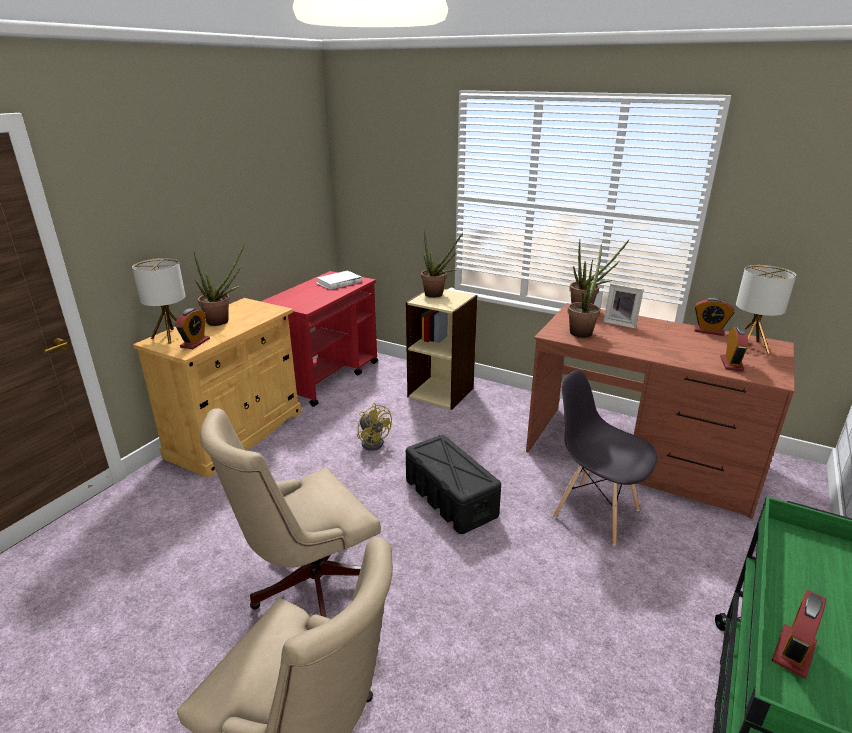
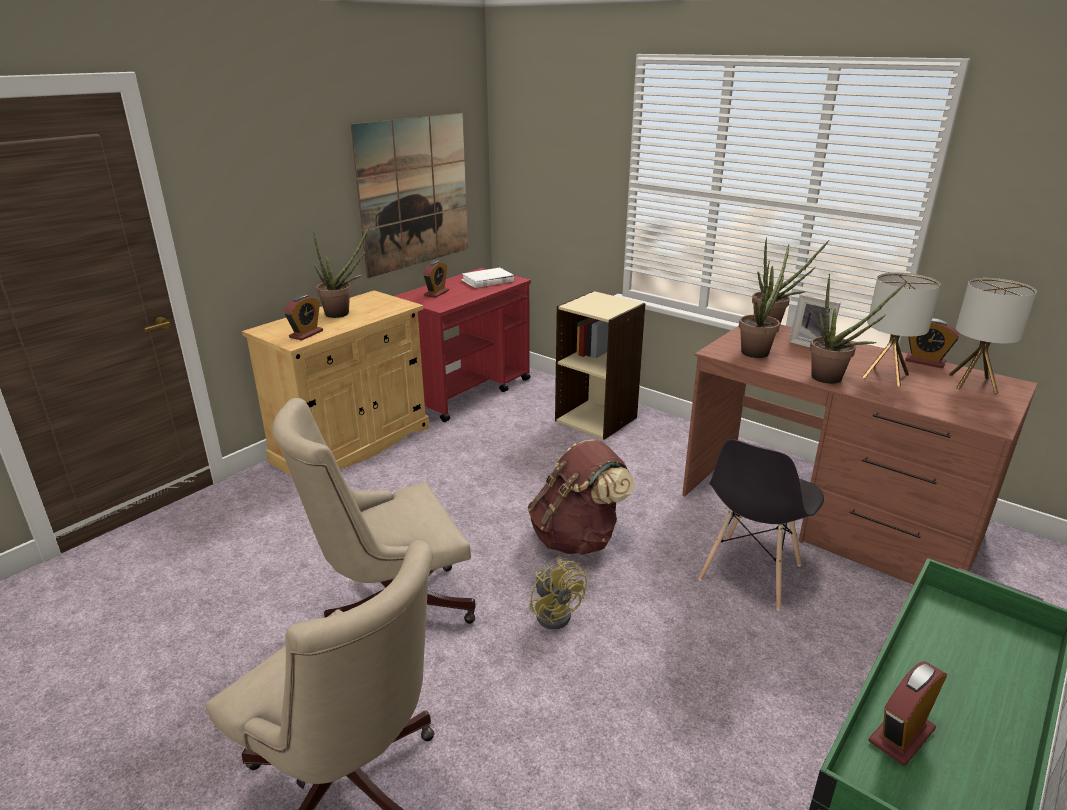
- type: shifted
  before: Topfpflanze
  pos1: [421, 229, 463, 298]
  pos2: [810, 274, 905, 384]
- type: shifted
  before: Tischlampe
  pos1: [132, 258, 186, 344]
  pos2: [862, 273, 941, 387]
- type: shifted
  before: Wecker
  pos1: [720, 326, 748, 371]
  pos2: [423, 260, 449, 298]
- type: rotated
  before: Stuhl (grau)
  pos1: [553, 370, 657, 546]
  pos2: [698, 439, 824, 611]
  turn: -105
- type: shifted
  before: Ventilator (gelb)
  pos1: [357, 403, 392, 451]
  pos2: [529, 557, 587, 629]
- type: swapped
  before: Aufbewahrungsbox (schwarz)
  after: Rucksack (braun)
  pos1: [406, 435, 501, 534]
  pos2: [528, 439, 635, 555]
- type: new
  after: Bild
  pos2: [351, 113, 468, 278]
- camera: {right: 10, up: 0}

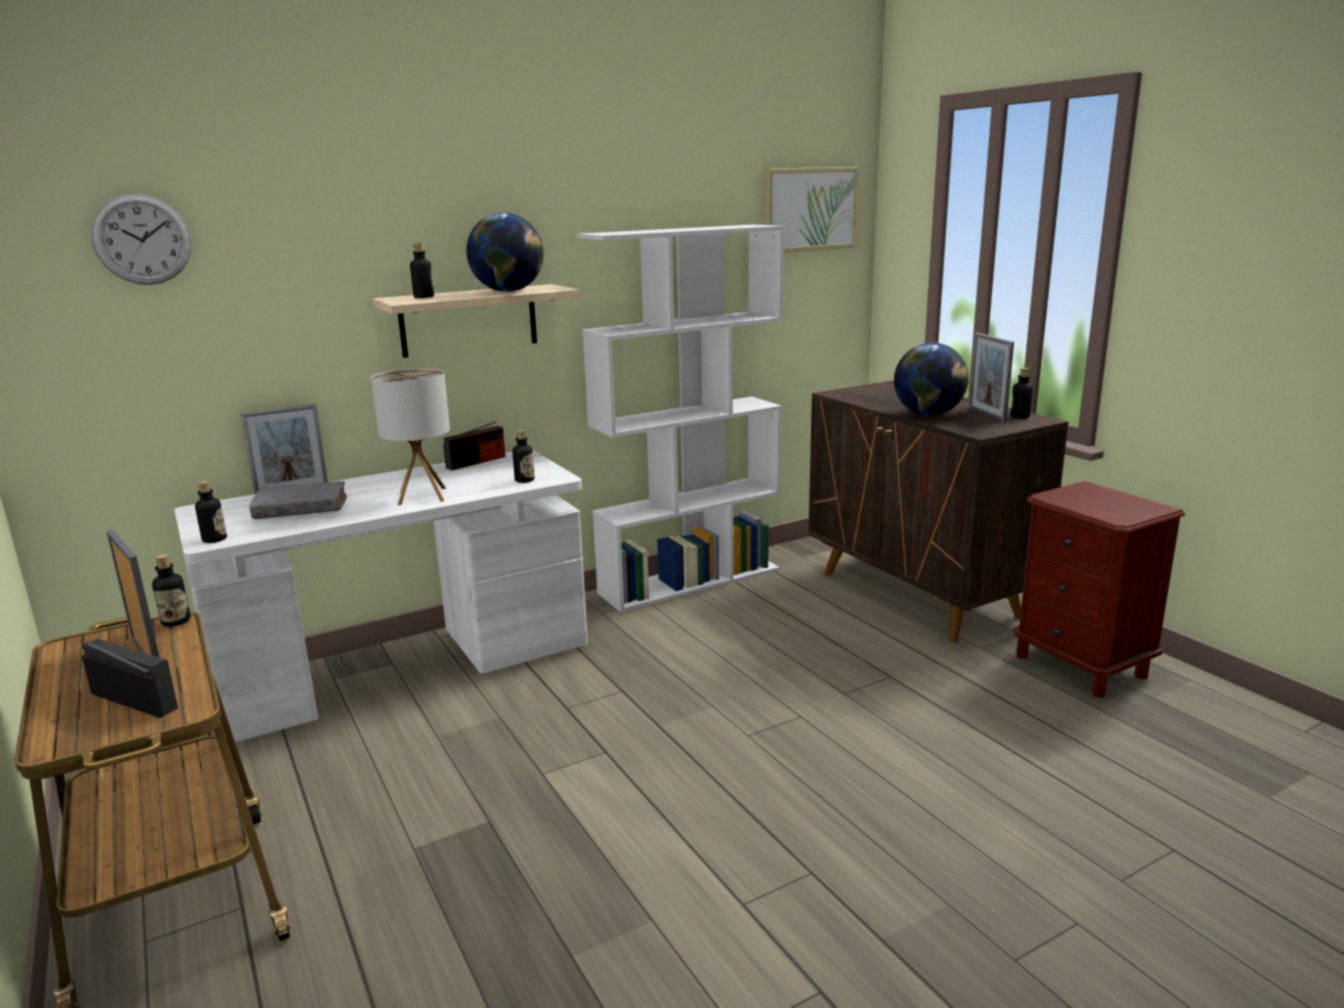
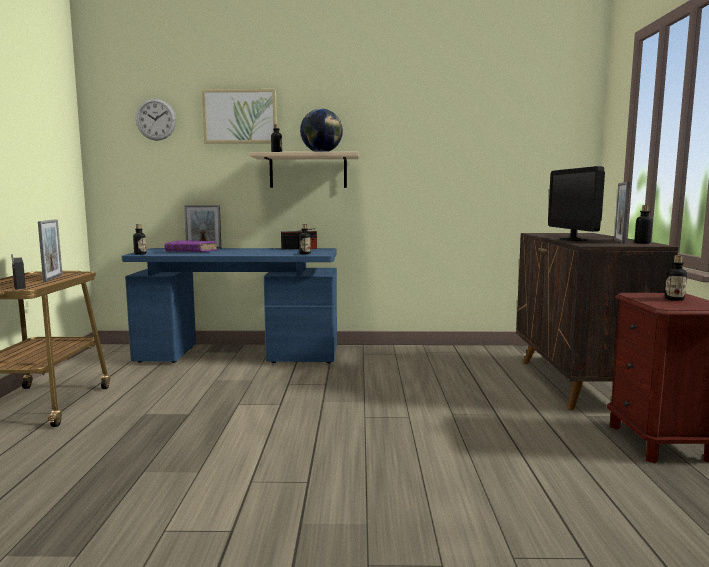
- type: shifted
  before: Bild
  pos1: [765, 167, 859, 253]
  pos2: [202, 89, 277, 144]
- type: gone
  before: Bücherregal (weiß)
  pos1: [577, 225, 784, 612]
- type: swapped
  before: Globus
  after: Monitor
  pos1: [894, 343, 969, 416]
  pos2: [548, 166, 605, 241]
- type: gone
  before: Tischlampe
  pos1: [371, 368, 450, 505]
- type: repainted
  before: Schreibtisch (weiß)
  after: Schreibtisch (blau)
  pos1: [174, 450, 588, 742]
  pos2: [122, 248, 337, 363]
- type: repainted
  before: Buch (grau)
  after: Buch (lila)
  pos1: [249, 481, 347, 519]
  pos2: [164, 240, 217, 252]
- type: shifted
  before: Flasche
  pos1: [152, 554, 191, 627]
  pos2: [665, 255, 687, 301]
- camera: {right: 30, up: -10}

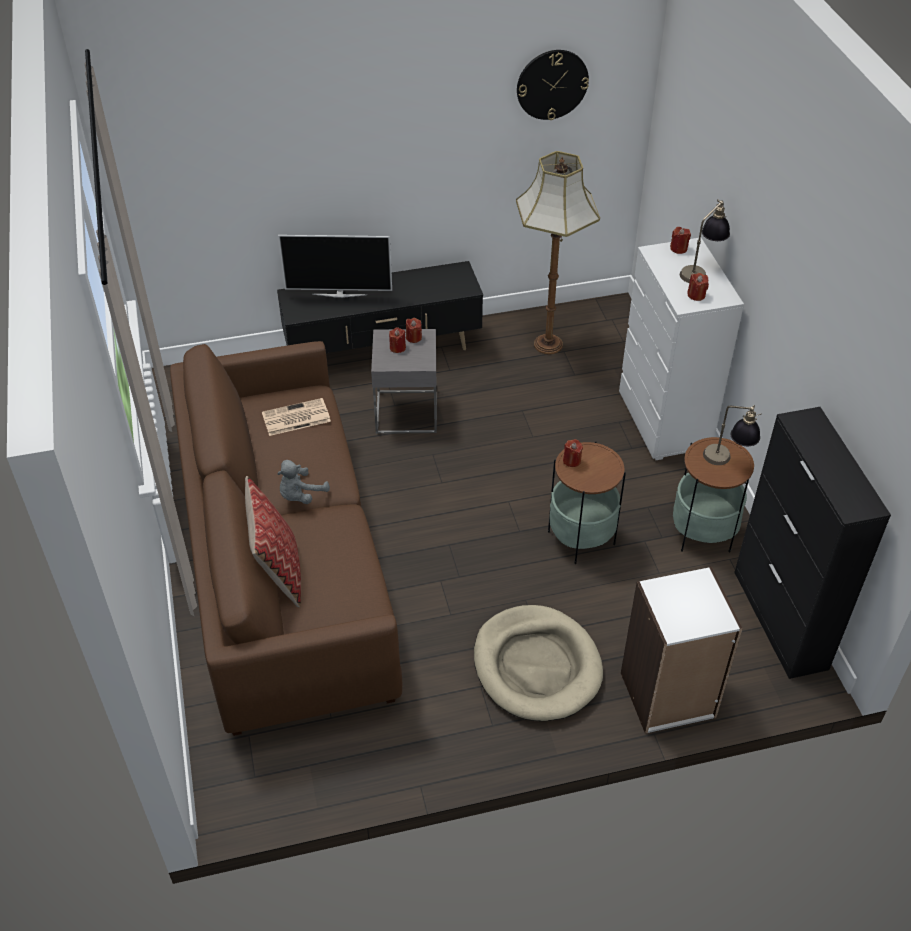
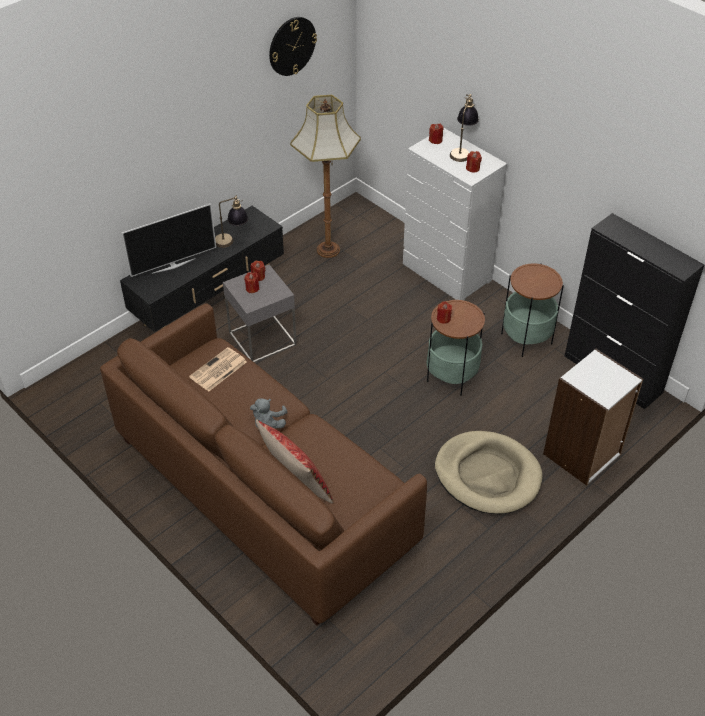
- type: shifted
  before: Tischlampe
  pos1: [703, 405, 761, 465]
  pos2: [215, 195, 248, 248]
- camera: {right: -30, up: 0}

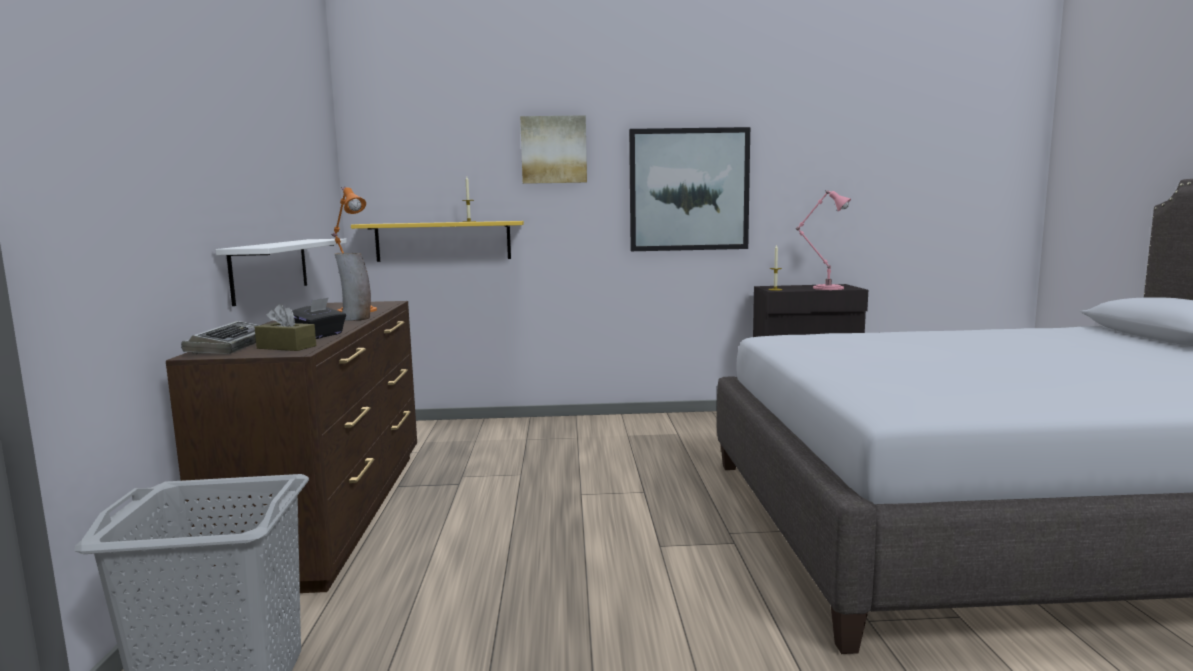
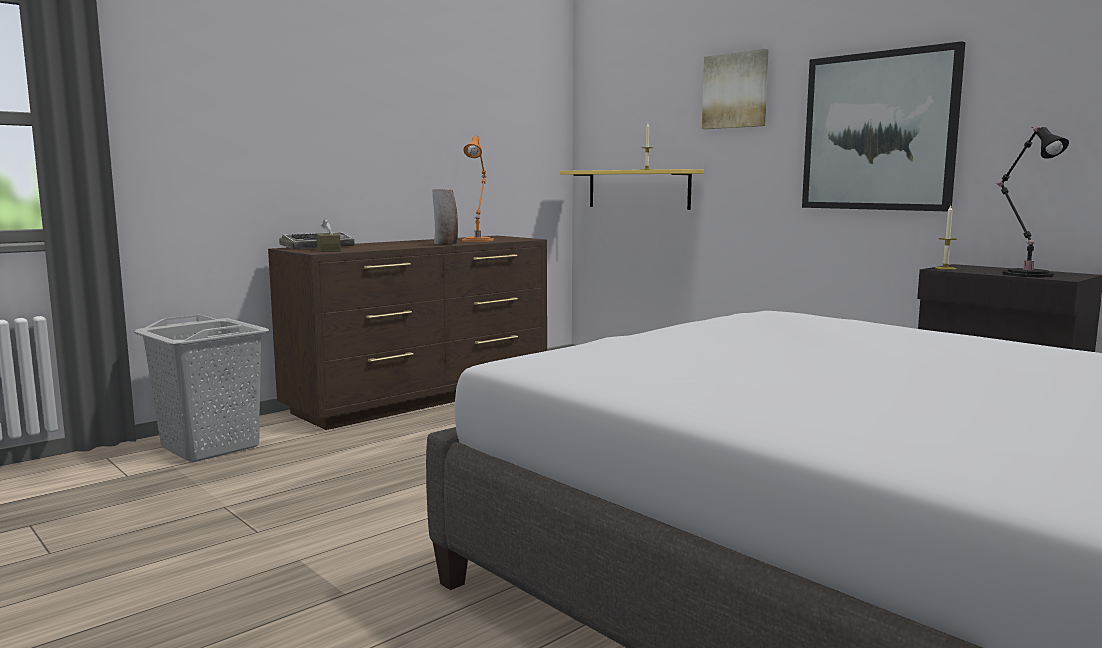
- type: repainted
  before: Tischlampe (rosa)
  after: Tischlampe (schwarz)
  pos1: [795, 190, 851, 290]
  pos2: [997, 126, 1069, 277]
- type: gone
  before: Wandregal (weiß)
  pos1: [216, 239, 347, 306]
- type: gone
  before: Taschentuchbox (schwarz)
  pos1: [292, 297, 346, 339]
- camera: {right: 50, up: 0}

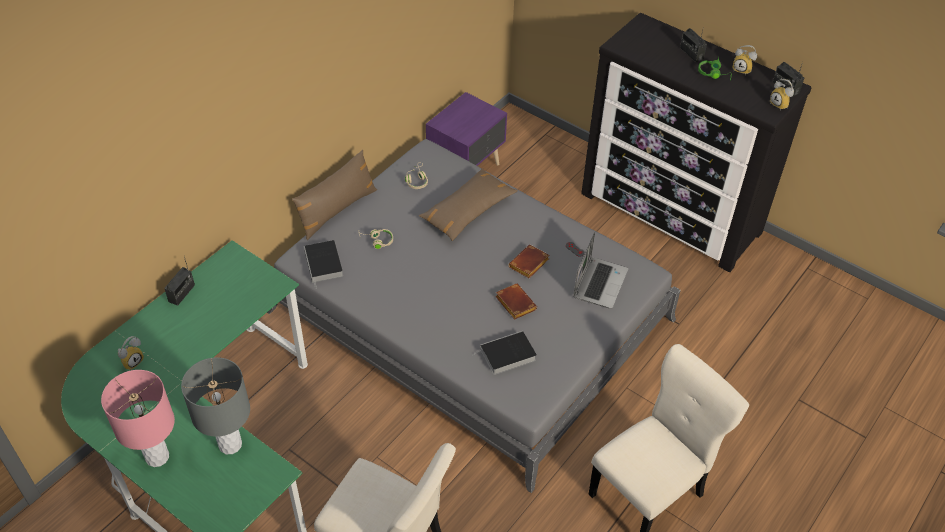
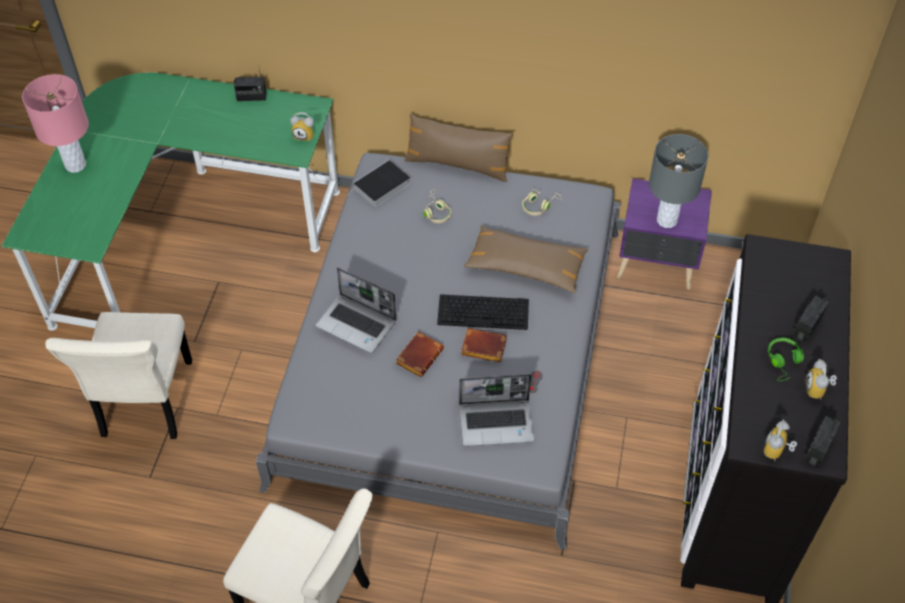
- type: gone
  before: Buch
  pos1: [473, 331, 537, 375]
- type: shifted
  before: Wecker
  pos1: [118, 336, 144, 370]
  pos2: [290, 112, 314, 142]
- type: shifted
  before: Tischlampe (grau)
  pos1: [181, 357, 250, 454]
  pos2: [649, 134, 708, 228]
- type: new
  after: Laptop
  pos2: [316, 267, 396, 353]
- type: new
  after: Tastatur
  pos2: [437, 294, 529, 330]
- camera: {right: 65, up: 5}

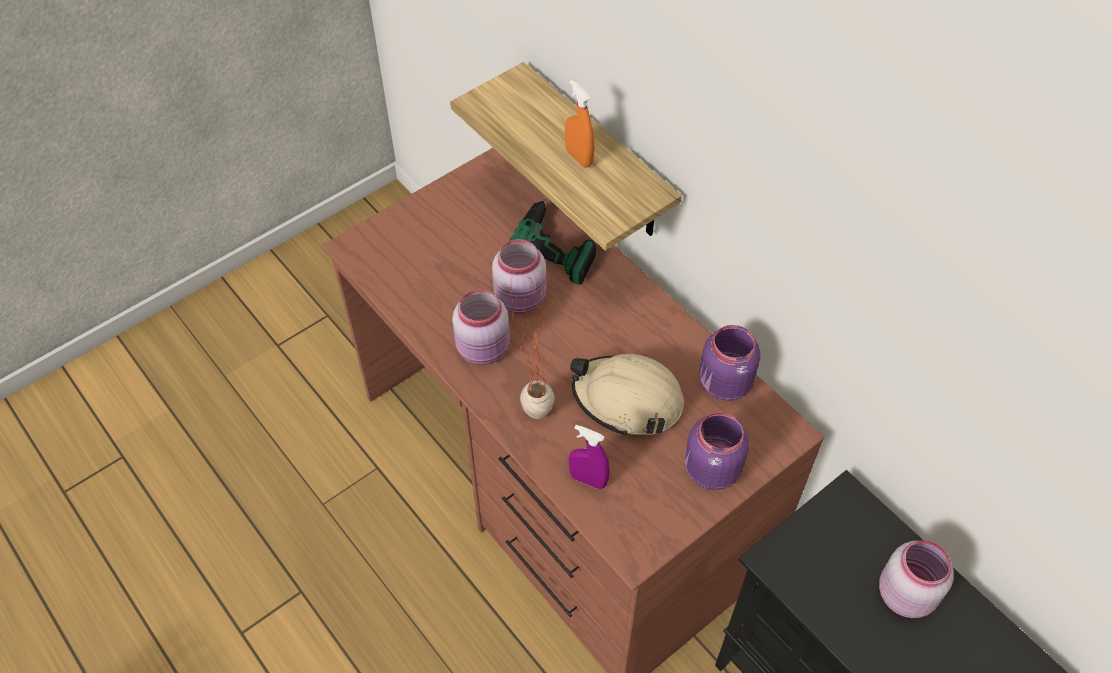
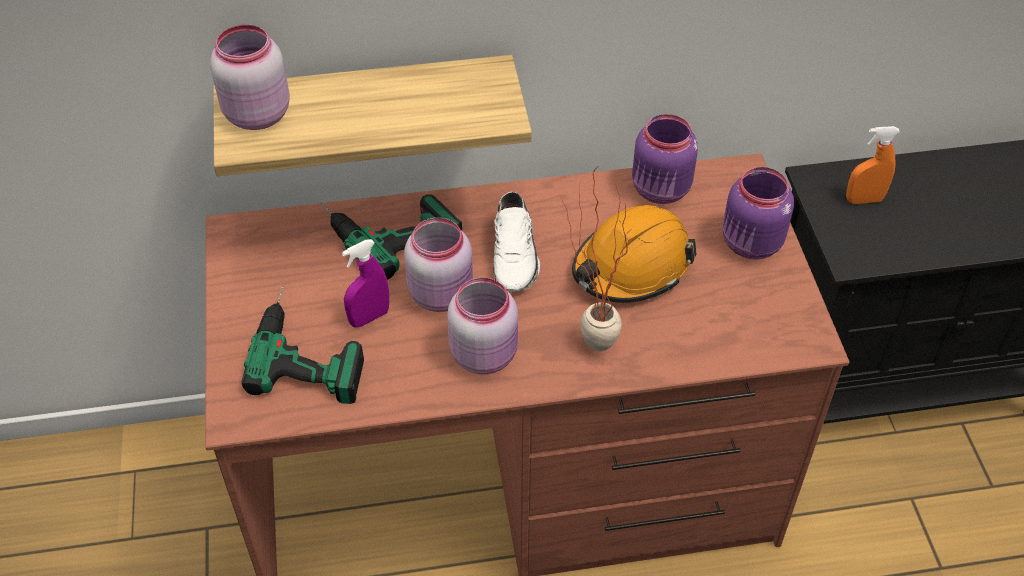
- type: shifted
  before: Sprühflasche (orange)
  pos1: [565, 80, 595, 168]
  pos2: [846, 126, 900, 204]
- type: repainted
  before: Schutzhelm (beige)
  after: Schutzhelm (orange)
  pos1: [570, 354, 684, 435]
  pos2: [572, 205, 696, 303]
- type: shifted
  before: Sprühflasche (lila)
  pos1: [569, 425, 610, 489]
  pos2: [342, 239, 389, 328]
- type: shifted
  before: Vorratsglas (rosa)
  pos1: [879, 540, 954, 618]
  pos2: [210, 24, 290, 130]
- type: new
  after: Schuh (weiß)
  pos2: [493, 192, 540, 291]
- type: new
  after: Bohrmaschine
  pos2: [241, 286, 364, 404]
- camera: {right: -60, up: -5}

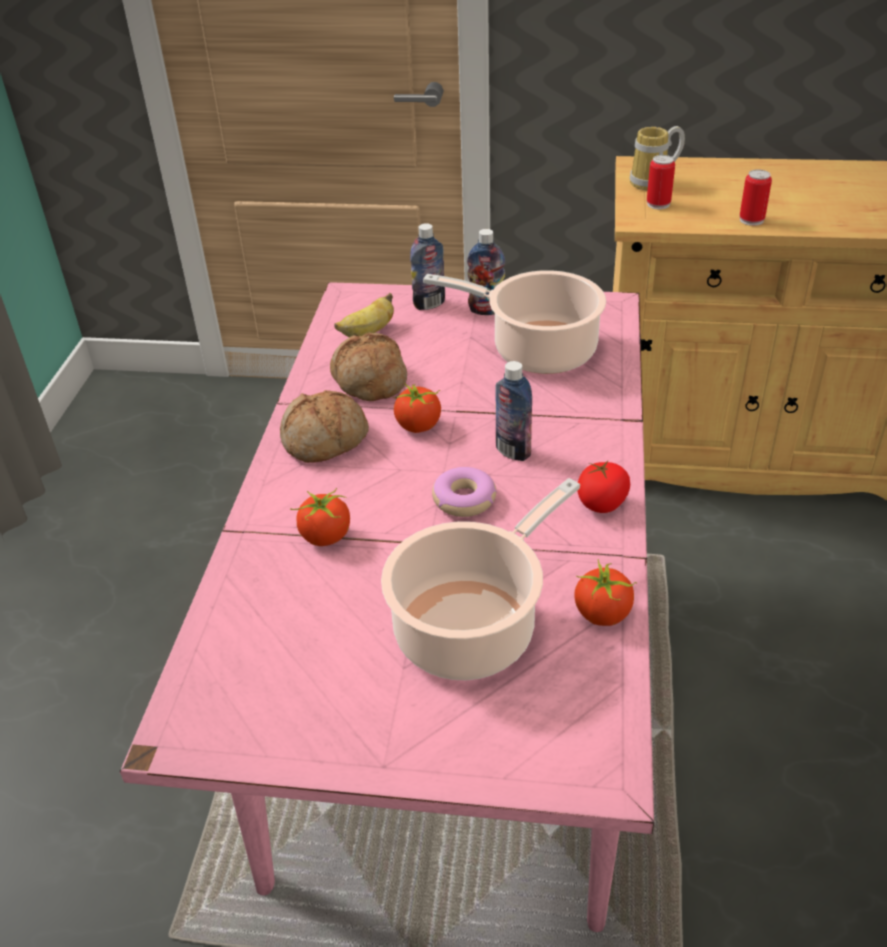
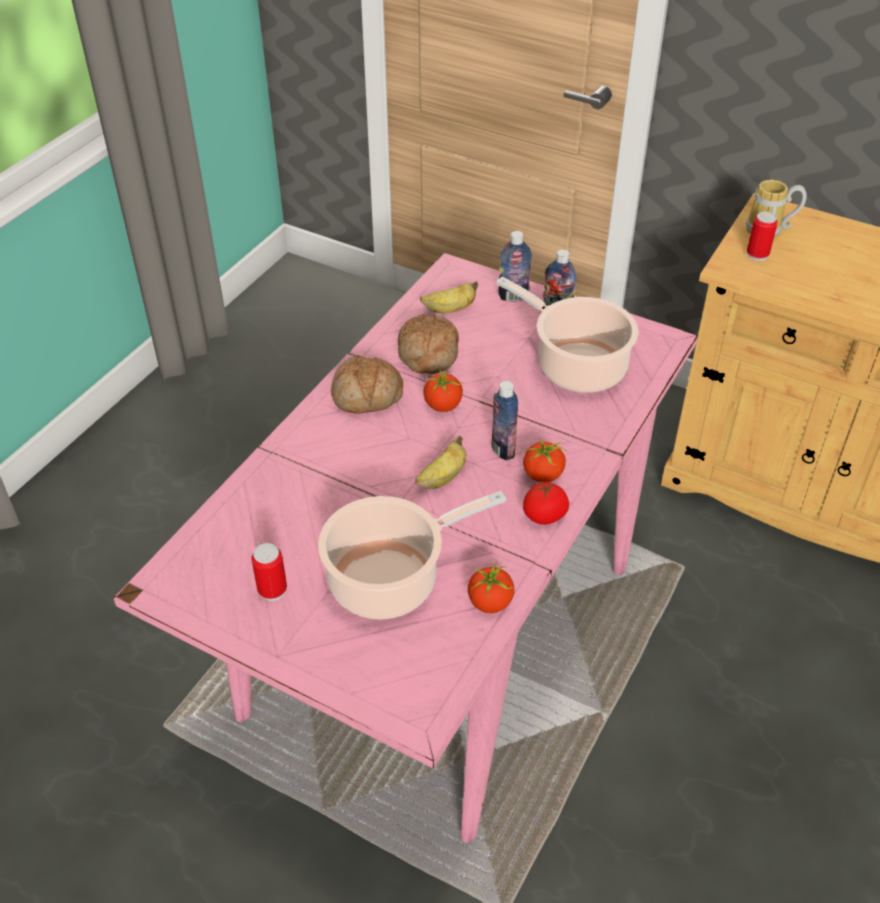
- type: shifted
  before: Dose
  pos1: [740, 169, 772, 226]
  pos2: [251, 543, 287, 601]
- type: swapped
  before: Donut
  after: Banane
  pos1: [432, 467, 497, 517]
  pos2: [415, 436, 466, 489]
- type: shifted
  before: Tomate
  pos1: [291, 488, 350, 546]
  pos2: [522, 438, 567, 482]
- camera: {right: 20, up: 5}

